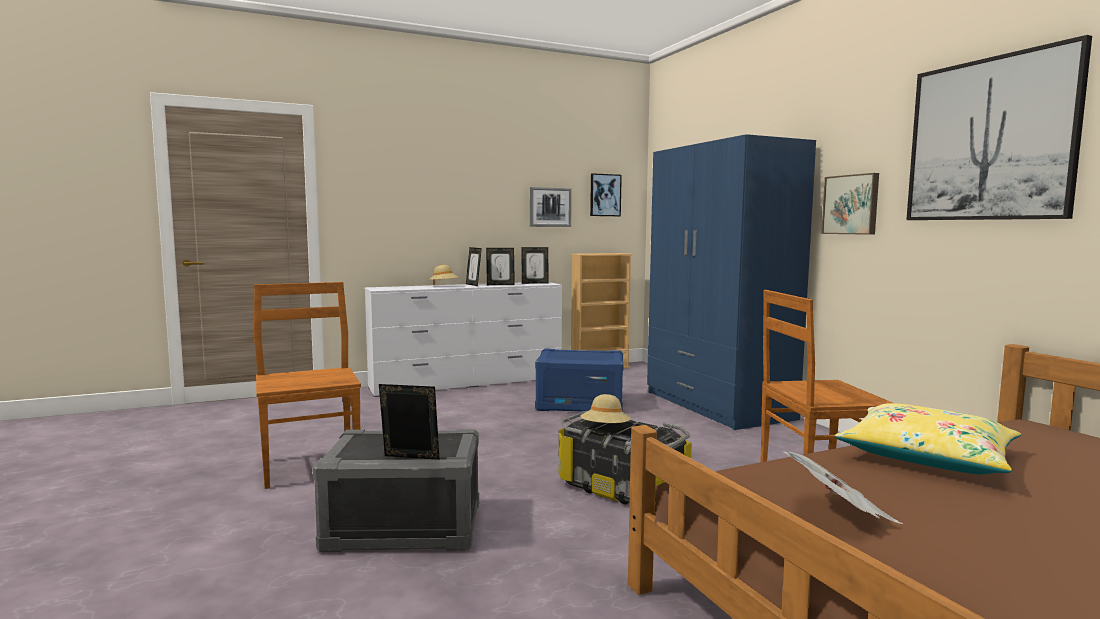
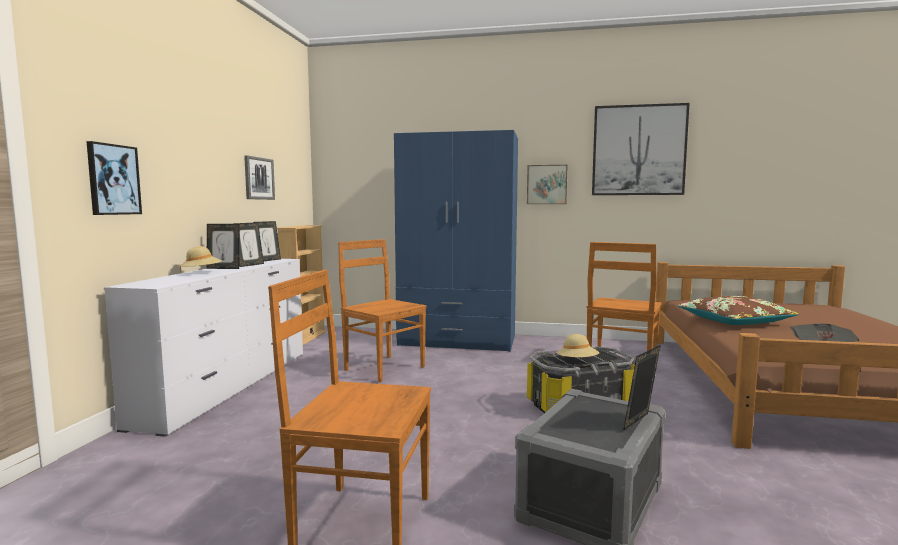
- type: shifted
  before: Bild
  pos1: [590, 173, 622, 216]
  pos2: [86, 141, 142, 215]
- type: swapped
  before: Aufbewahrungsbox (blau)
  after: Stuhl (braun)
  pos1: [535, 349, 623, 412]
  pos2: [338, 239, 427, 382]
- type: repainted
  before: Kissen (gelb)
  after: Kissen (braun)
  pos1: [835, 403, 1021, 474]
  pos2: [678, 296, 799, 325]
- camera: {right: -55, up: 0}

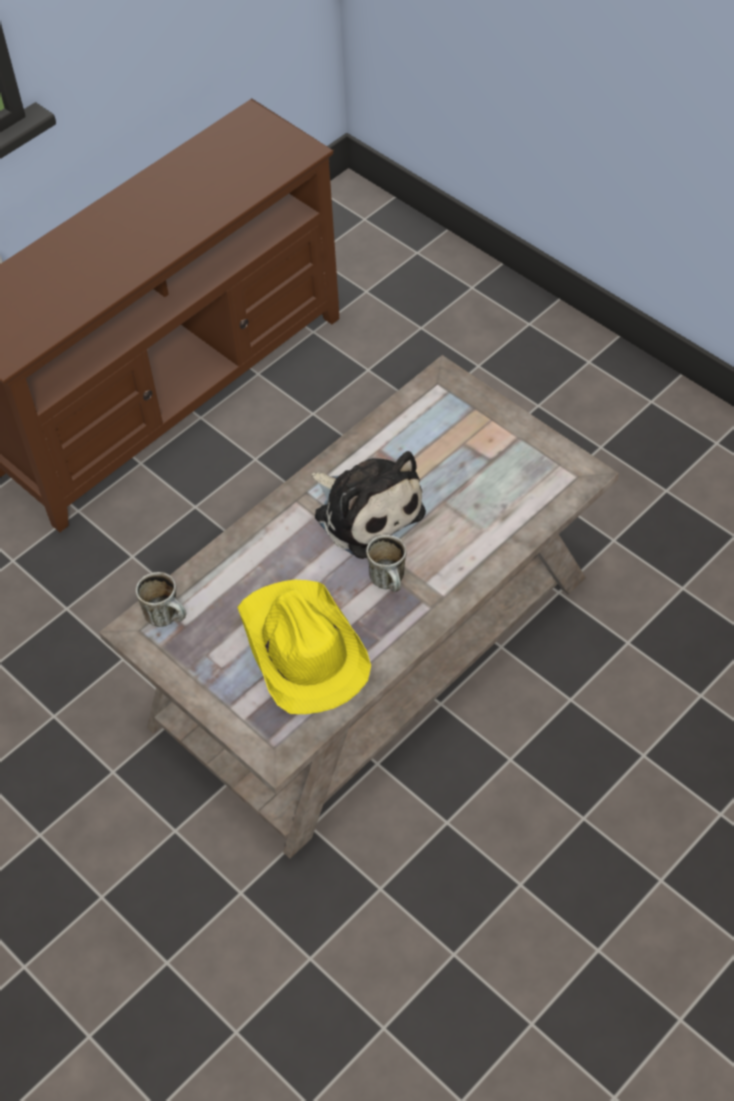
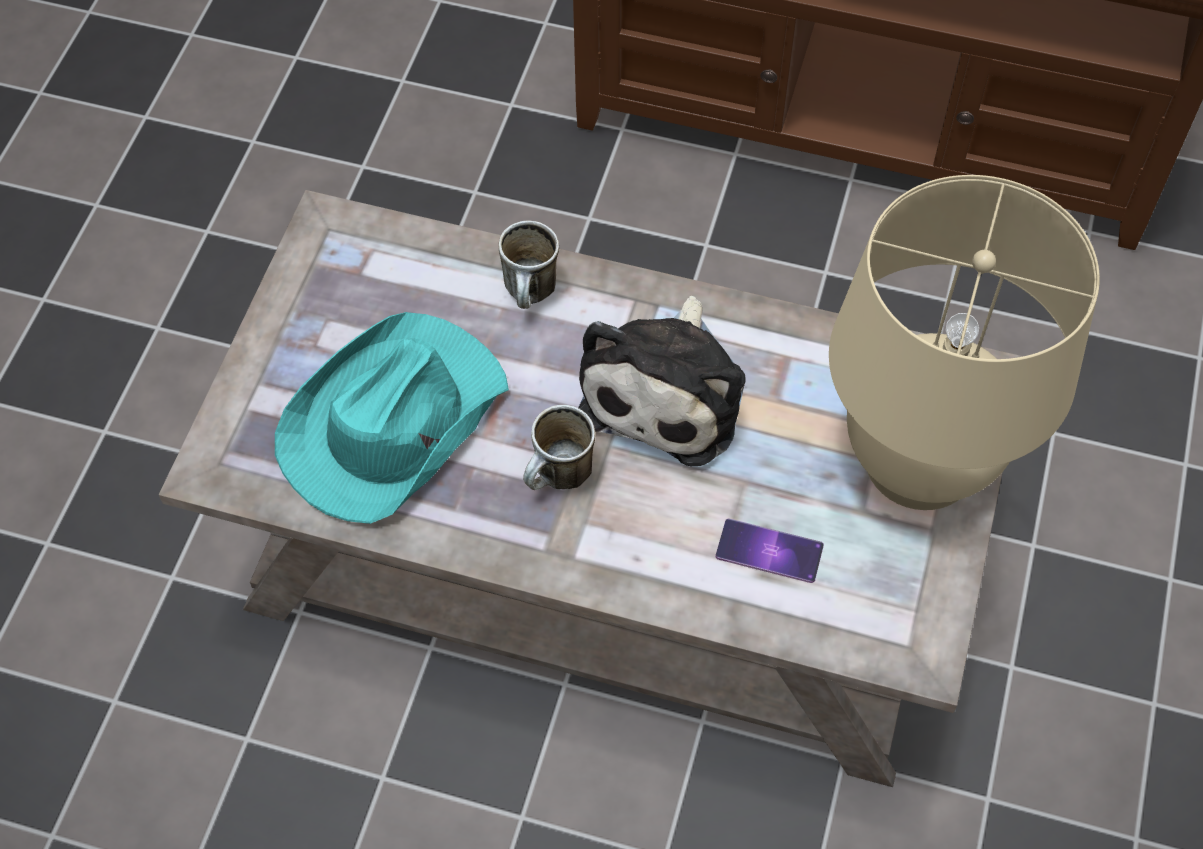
- type: shifted
  before: Henkelbecher
  pos1: [136, 572, 186, 627]
  pos2: [498, 220, 559, 309]
- type: repainted
  before: Hut (gelb)
  after: Hut (türkis)
  pos1: [237, 580, 371, 714]
  pos2: [275, 312, 509, 524]
- type: new
  after: Tischlampe (beige)
  pos2: [829, 175, 1100, 510]
- type: new
  after: Handy
  pos2: [715, 518, 824, 583]
- camera: {right: 60, up: 5}

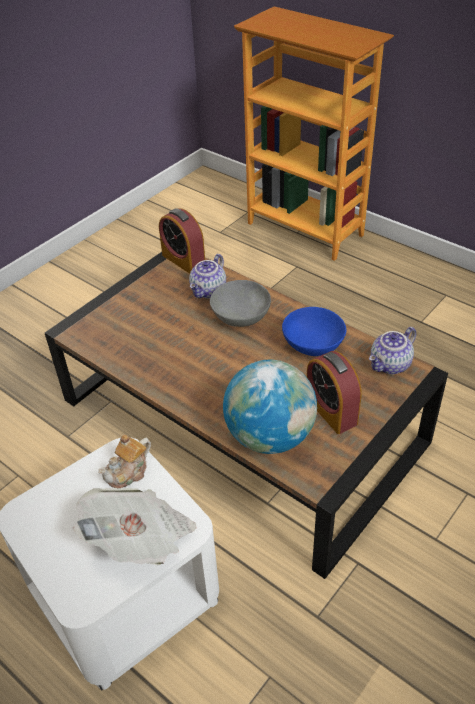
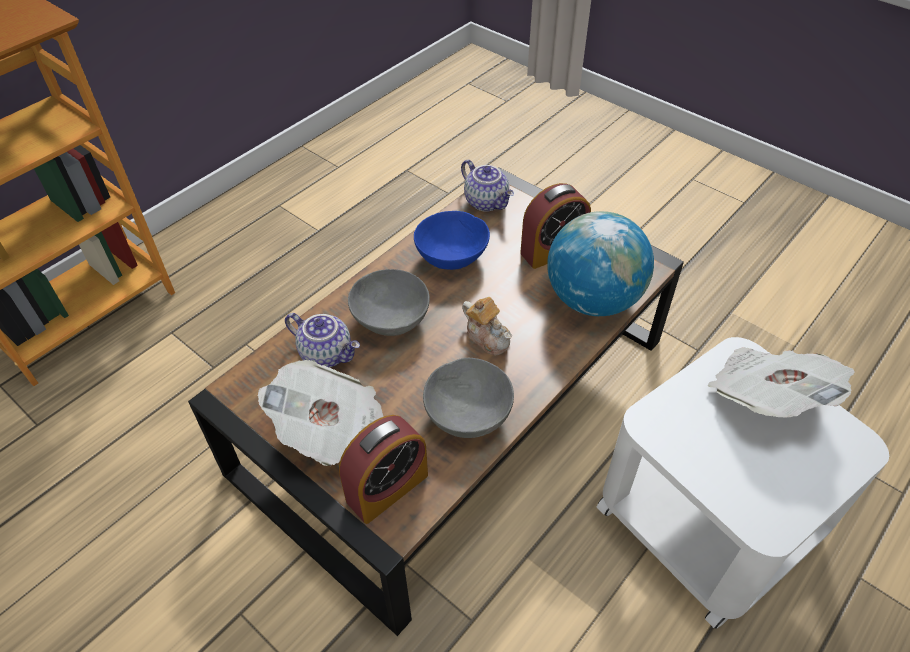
- type: shifted
  before: Wecker
  pos1: [159, 208, 205, 273]
  pos2: [339, 415, 428, 524]
- type: shifted
  before: Teekanne
  pos1: [98, 435, 151, 489]
  pos2: [462, 297, 512, 355]
- type: new
  after: Schüssel (grau)
  pos2: [423, 358, 514, 438]
- type: new
  after: Zeitung
  pos2: [258, 360, 384, 466]
- camera: {right: -90, up: 5}

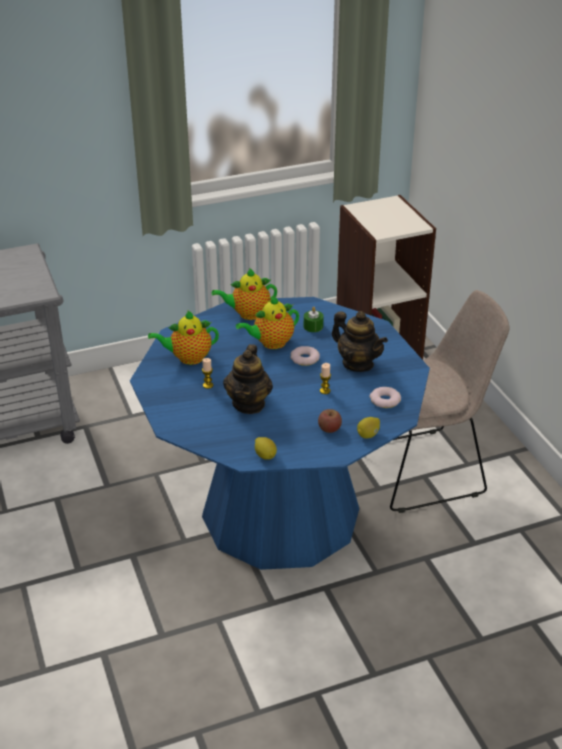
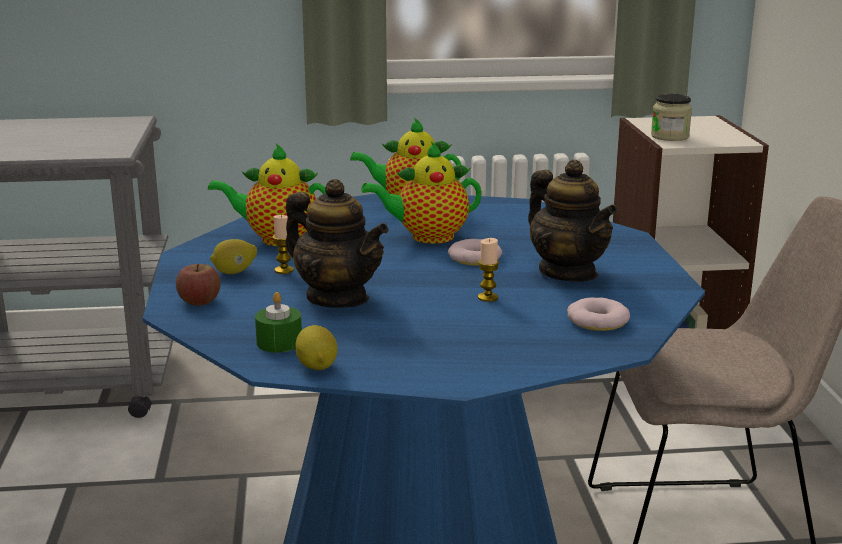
- type: shifted
  before: Kerze (grün)
  pos1: [304, 307, 324, 332]
  pos2: [255, 292, 302, 353]
- type: rotated
  before: Teekanne
  pos1: [223, 344, 273, 414]
  pos2: [285, 179, 389, 308]
  turn: -75
- type: shifted
  before: Apfel
  pos1: [318, 409, 342, 433]
  pos2: [176, 264, 220, 306]
- type: shifted
  before: Zitrone
  pos1: [357, 417, 380, 439]
  pos2: [210, 239, 257, 274]
- type: new
  after: Vorratsglas
  pos2: [651, 94, 692, 141]
- camera: {right: 15, up: -15}

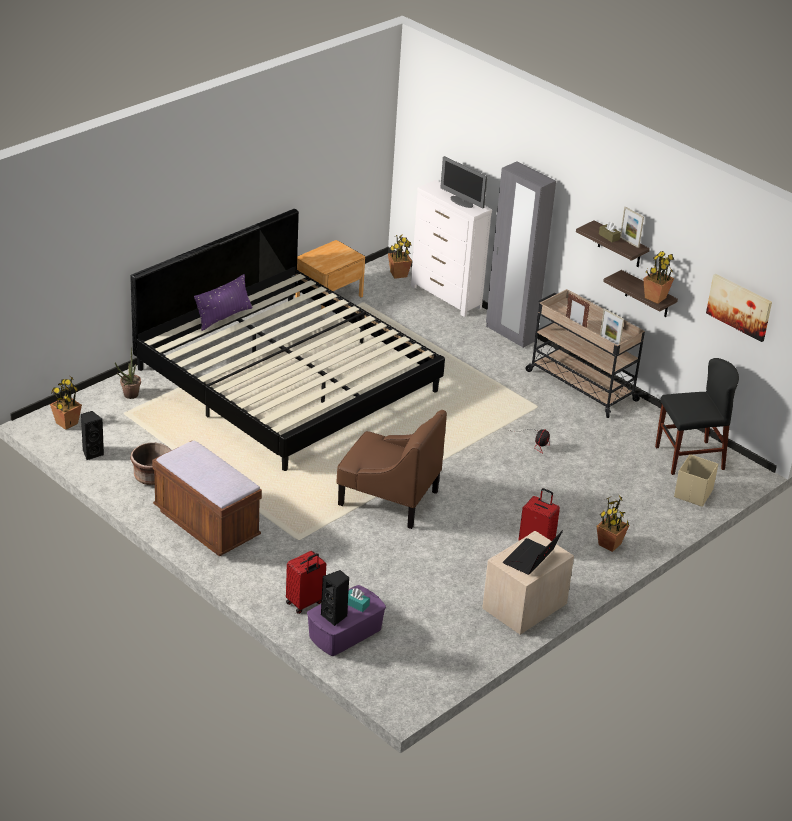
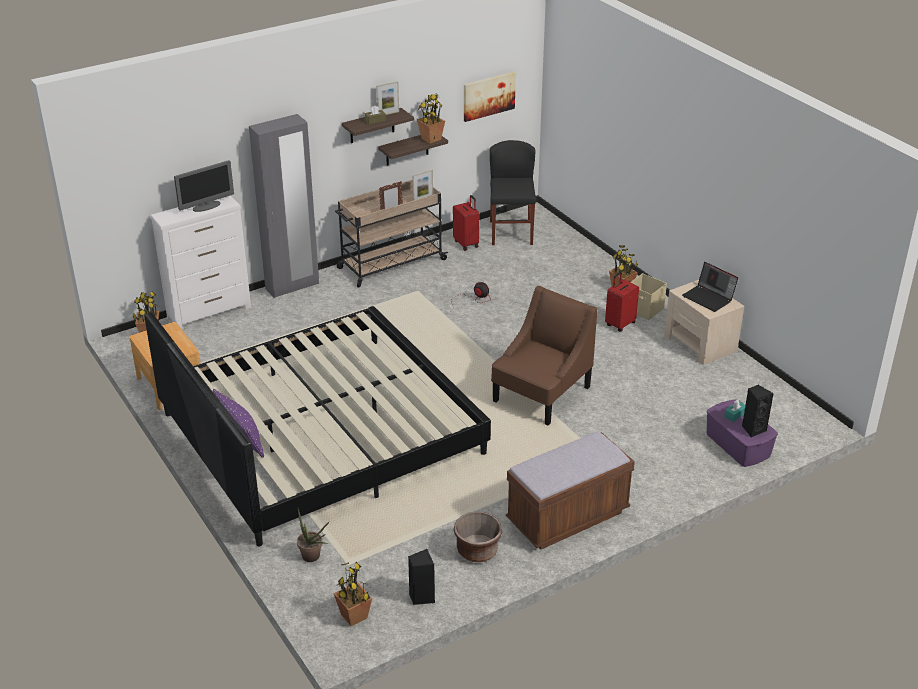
- type: shifted
  before: Aufbewahrungsbox (beige)
  pos1: [674, 454, 718, 507]
  pos2: [630, 273, 667, 320]
- type: shifted
  before: Koffer (rot)
  pos1: [286, 551, 326, 614]
  pos2: [453, 195, 479, 251]
- camera: {right: -75, up: 0}

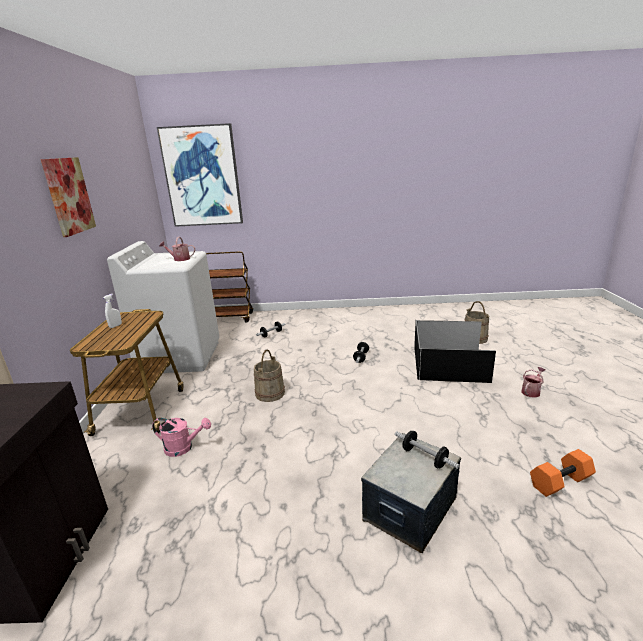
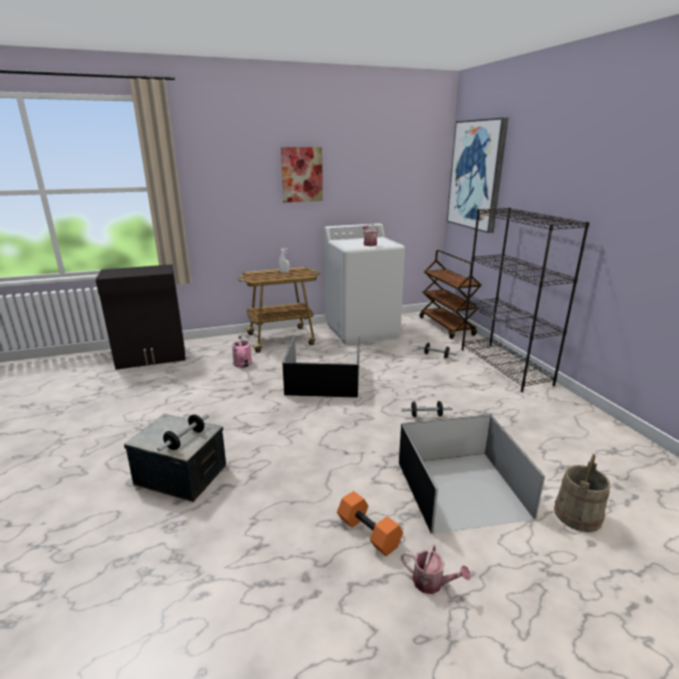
- type: swapped
  before: Eimer (beige)
  after: Aufbewahrungsbox (schwarz)
  pos1: [254, 350, 285, 402]
  pos2: [282, 335, 360, 398]
- type: shifted
  before: Hantel (orange)
  pos1: [530, 449, 596, 497]
  pos2: [337, 491, 403, 556]
- type: new
  after: Bücherregal (schwarz)
  pos2: [462, 208, 590, 392]
- camera: {right: 70, up: 0}

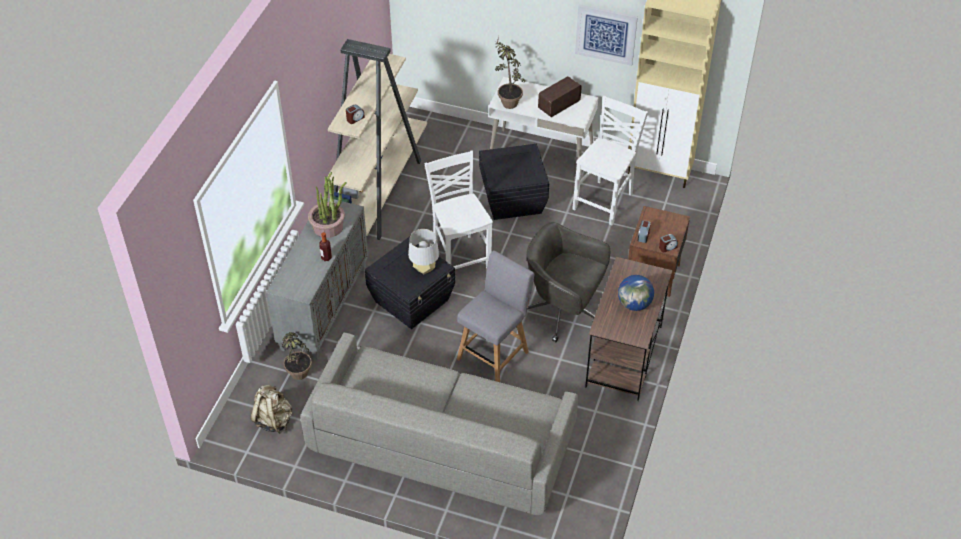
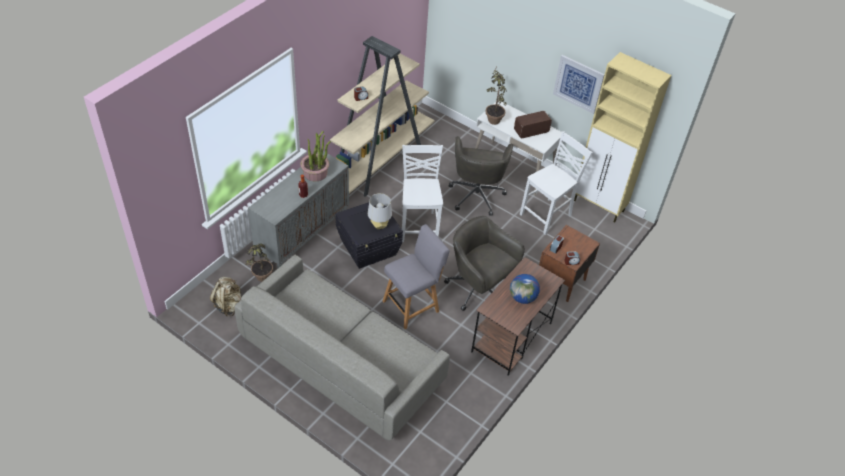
- type: swapped
  before: Aufbewahrungsbox (schwarz)
  after: Bürostuhl (grau)
  pos1: [479, 144, 549, 220]
  pos2: [449, 136, 513, 216]
- camera: {right: 15, up: 0}

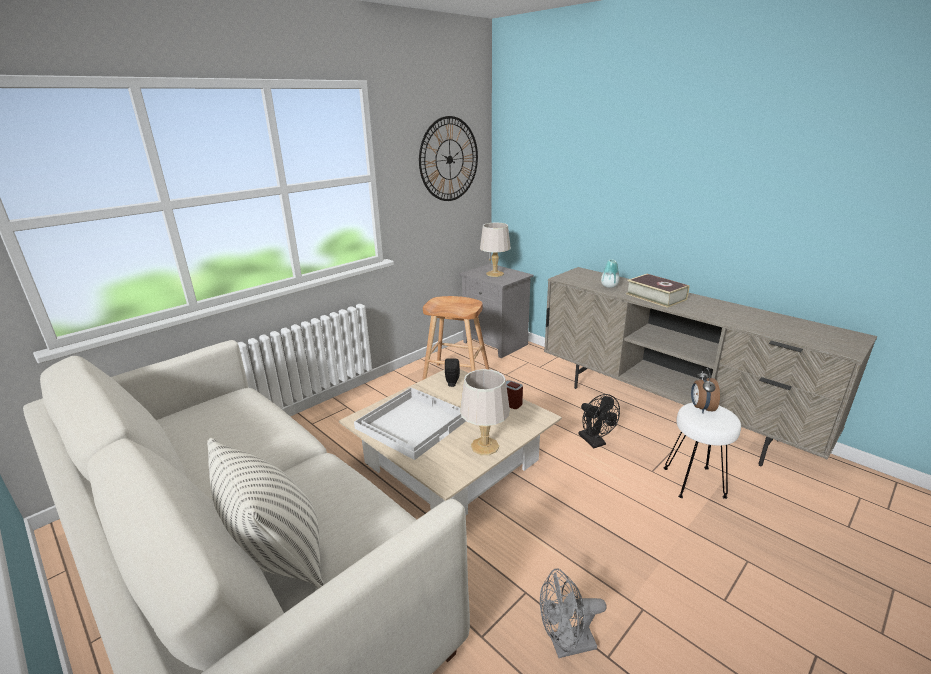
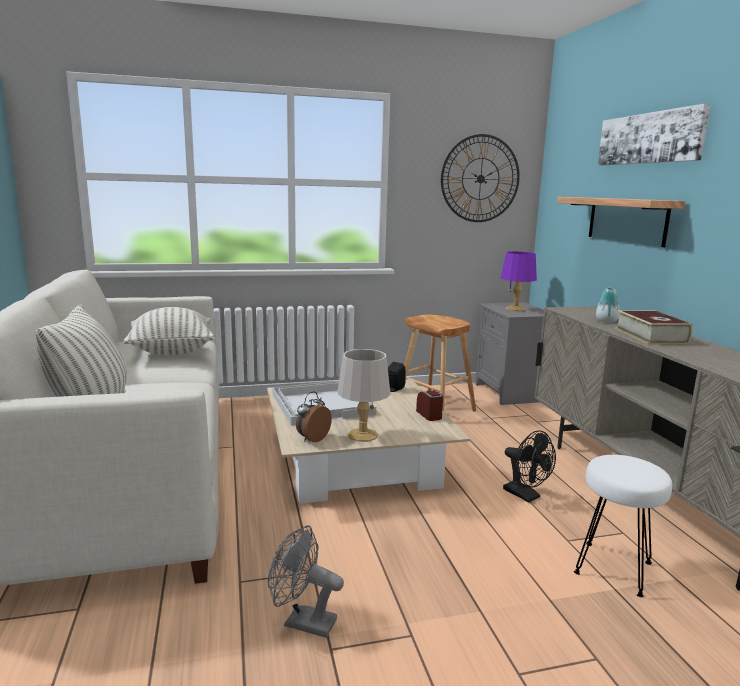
- type: repainted
  before: Tischlampe (grau)
  after: Tischlampe (lila)
  pos1: [480, 223, 511, 277]
  pos2: [501, 251, 537, 311]
- type: shifted
  before: Wecker
  pos1: [691, 368, 720, 413]
  pos2: [296, 391, 332, 442]
- type: rotated
  before: Ventilator (schwarz)
  pos1: [578, 394, 620, 448]
  pos2: [503, 430, 556, 503]
  turn: -45
- type: new
  after: Bild
  pos2: [598, 103, 711, 165]
- type: new
  after: Wandregal
  pos2: [557, 197, 686, 247]
- type: new
  after: Kissen
  pos2: [123, 307, 215, 355]
- camera: {right: 30, up: -10}

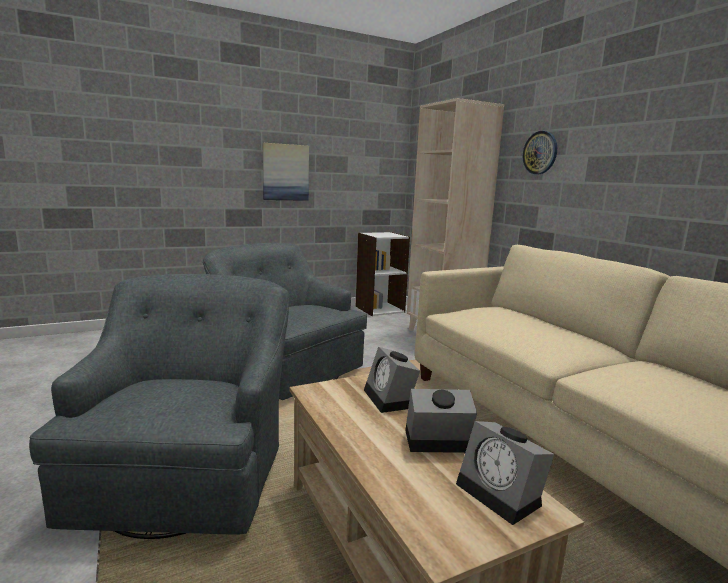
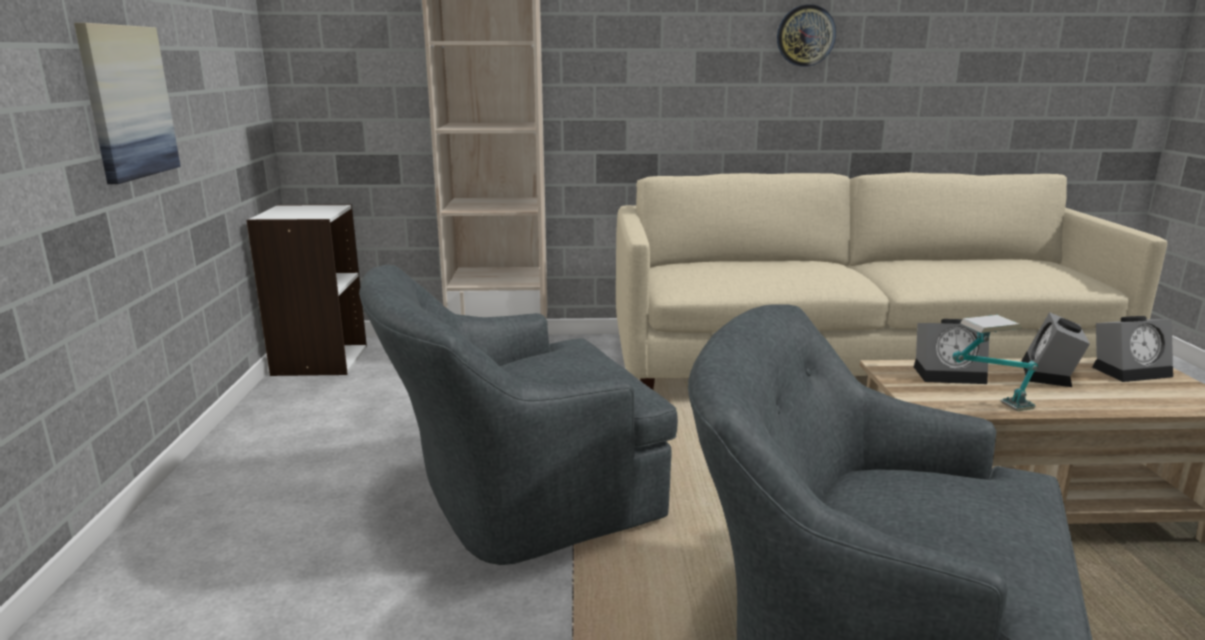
- type: shifted
  before: Wanduhr
  pos1: [523, 131, 557, 174]
  pos2: [777, 4, 836, 66]
- type: new
  after: Tischlampe
  pos2: [952, 315, 1038, 411]
- camera: {right: -65, up: 5}

